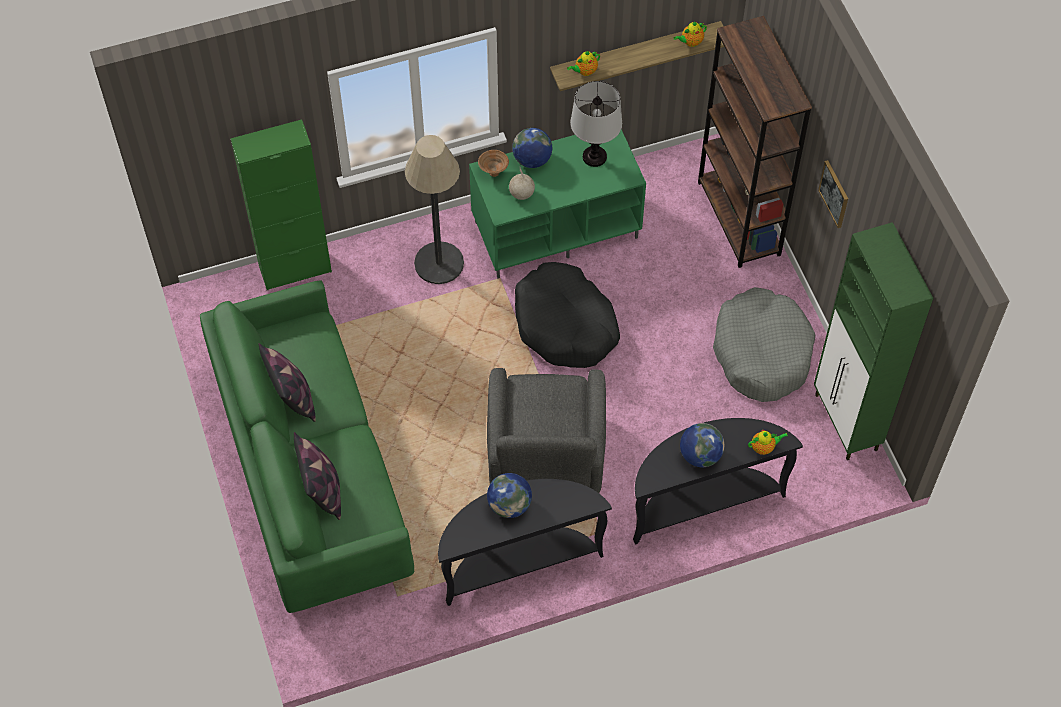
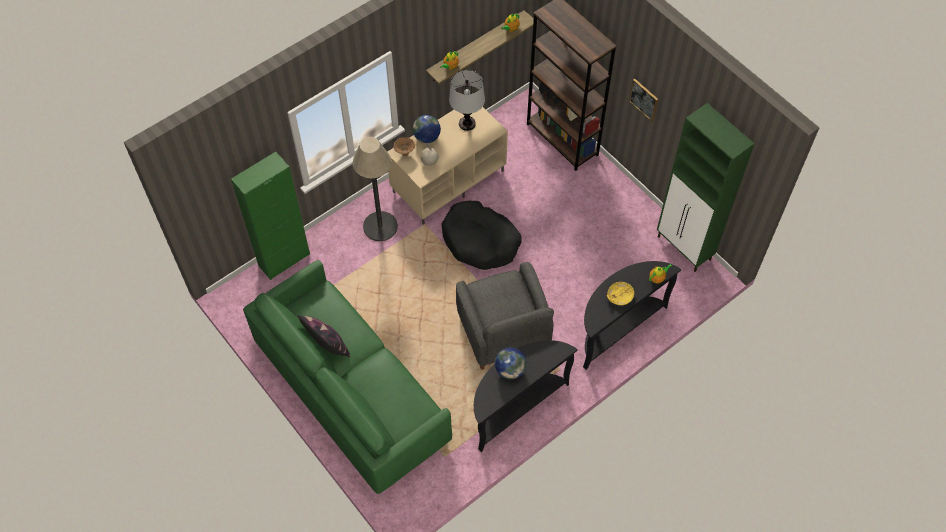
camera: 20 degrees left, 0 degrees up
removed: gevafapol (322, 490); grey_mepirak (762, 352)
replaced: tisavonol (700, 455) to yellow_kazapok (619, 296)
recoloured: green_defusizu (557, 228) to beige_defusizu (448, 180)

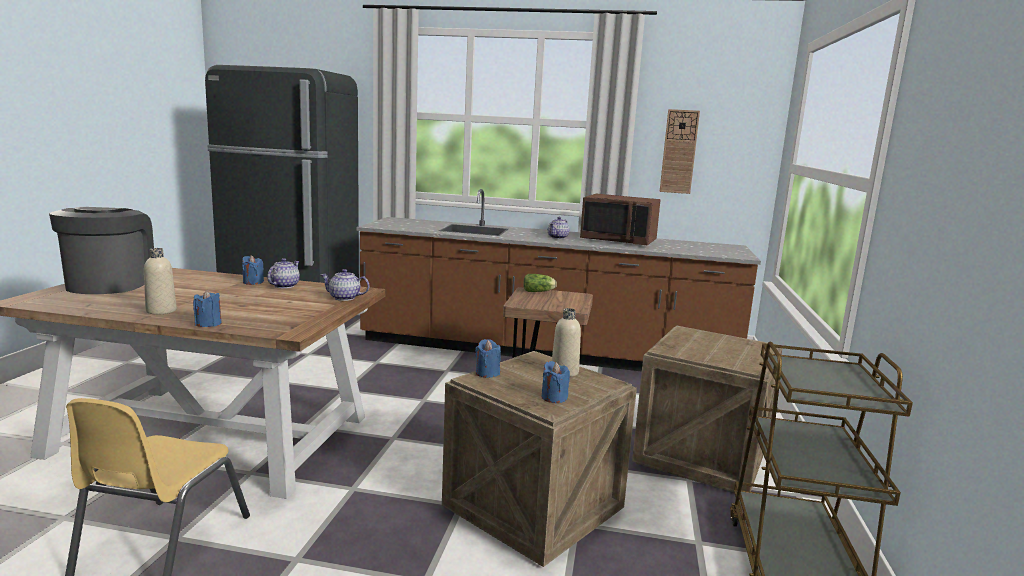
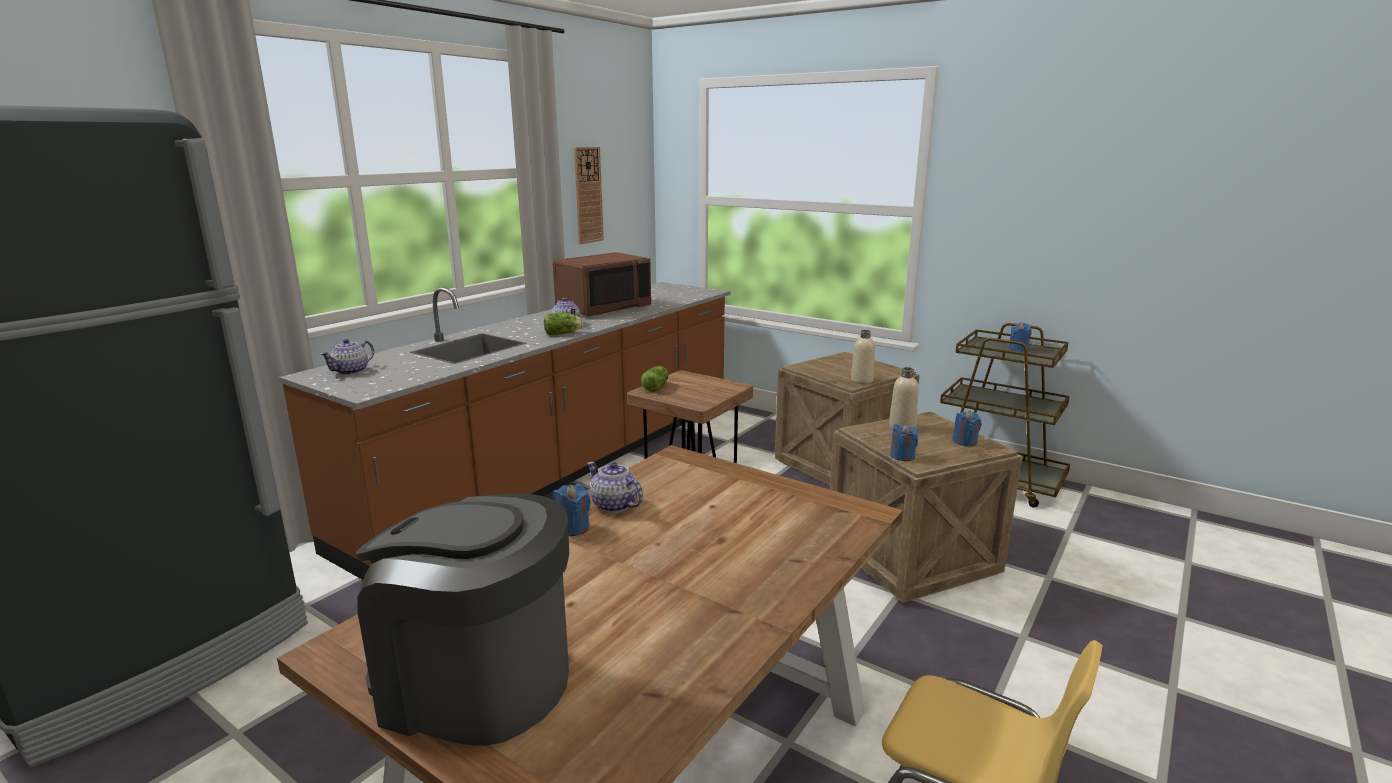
camera: 65 degrees left, 5 degrees up
added: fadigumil (564, 333)
moved: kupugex (345, 298) to (351, 371); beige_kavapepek (161, 311) to (861, 380); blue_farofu (208, 324) to (1018, 349)

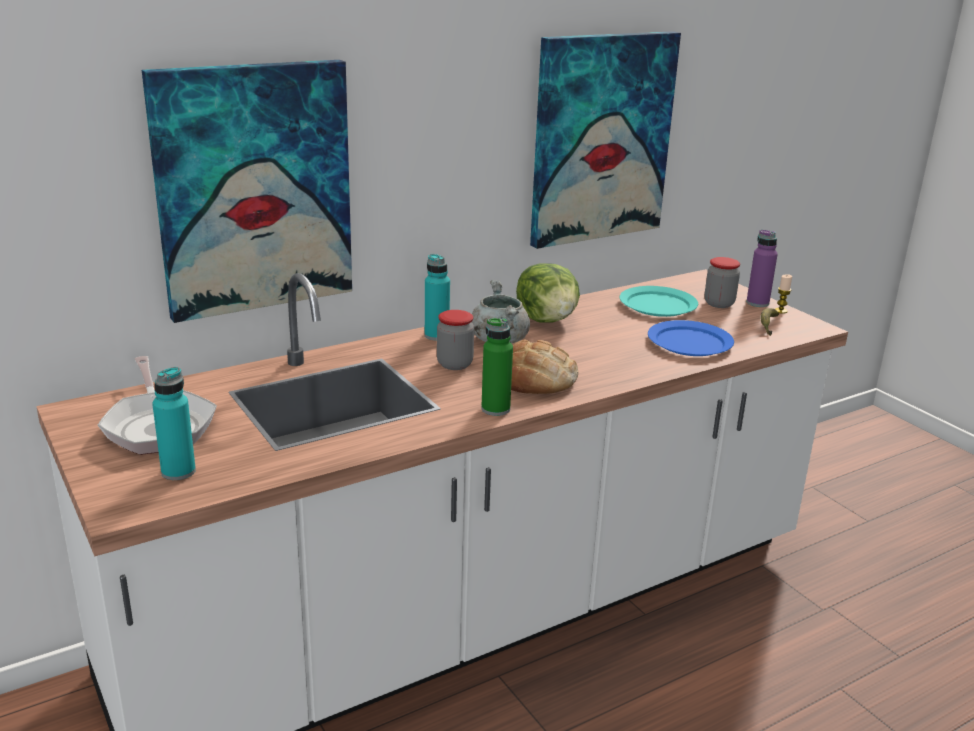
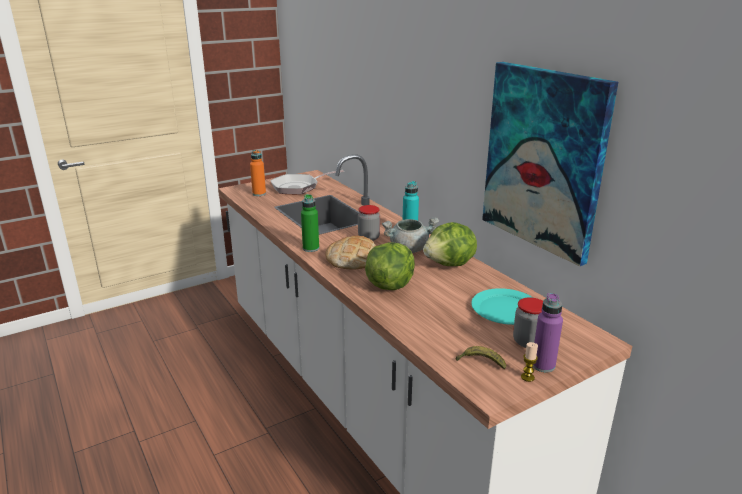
camera: 90 degrees right, 0 degrees up
removed: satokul (254, 189); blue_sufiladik (690, 342)
added: fadigumil (390, 285)
recoloured: turquoise_kavapepek (178, 471) to orange_kavapepek (259, 194)

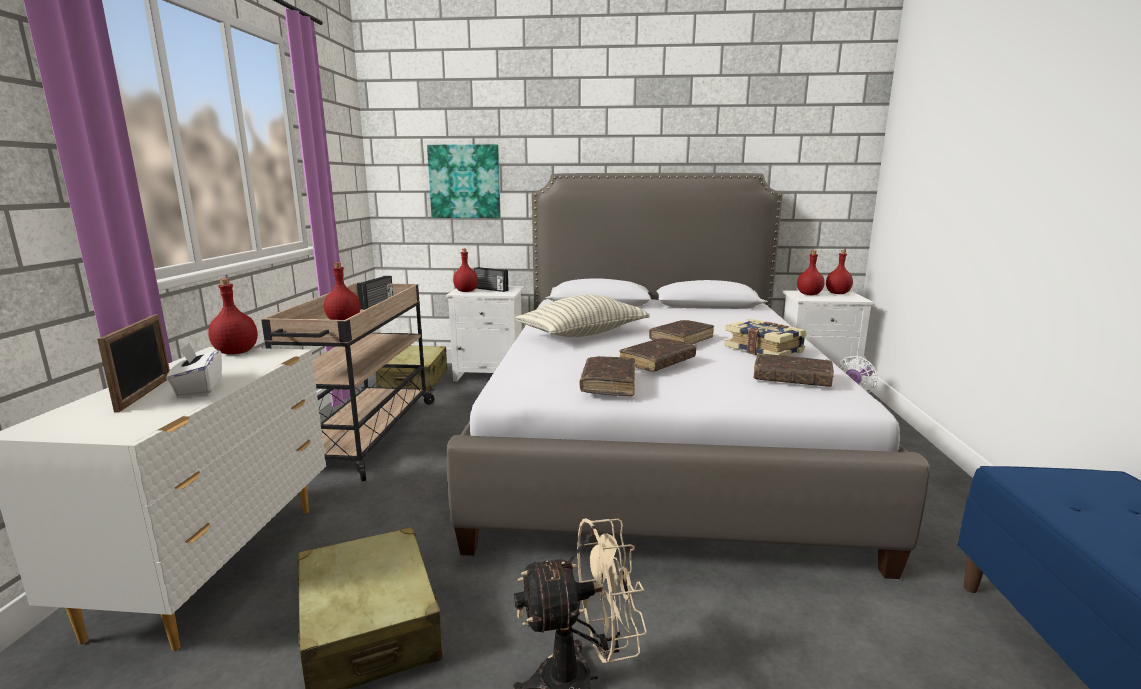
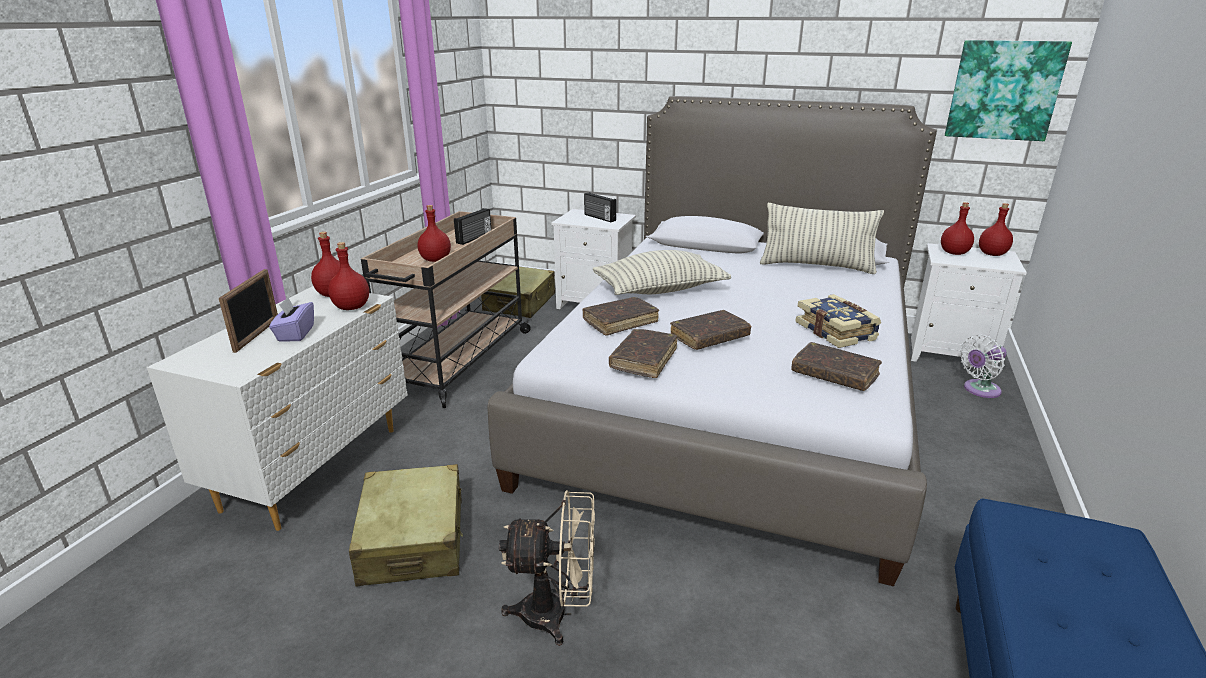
camera: 15 degrees right, 10 degrees up
added: gevafapol (816, 266)
moved: red_kavapepek (466, 291) to (352, 307); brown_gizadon (681, 340) to (620, 322); satokul (465, 181) to (1004, 90)
recoloured: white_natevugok (199, 388) to purple_natevugok (295, 334)

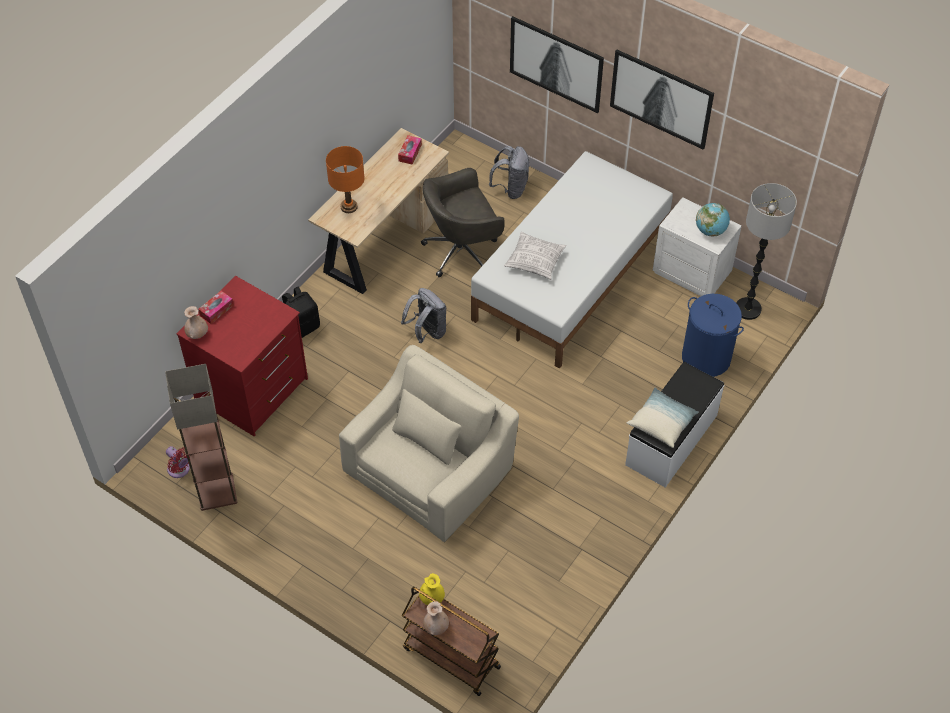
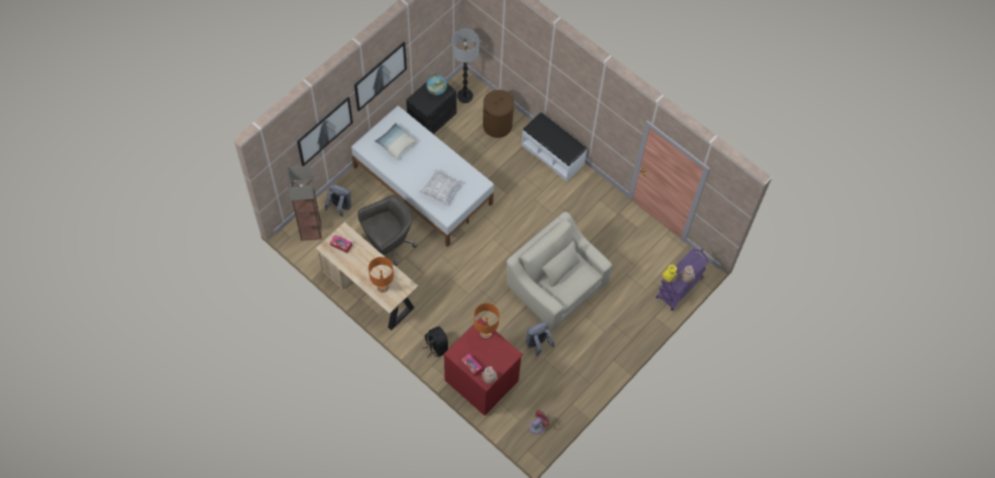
camera: 85 degrees left, 10 degrees up
added: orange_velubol (485, 333)
moved: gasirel (217, 491) to (310, 230); gevafapol (662, 423) to (395, 144); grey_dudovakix (427, 332) to (538, 344)
recoloured: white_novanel (692, 272) to black_novanel (431, 119); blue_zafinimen (706, 358) to brown_zafinimen (497, 125); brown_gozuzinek (450, 658) to purple_gozuzinek (679, 288)
turned: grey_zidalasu (462, 250) = (388, 244) 105 degrees counterclockwise

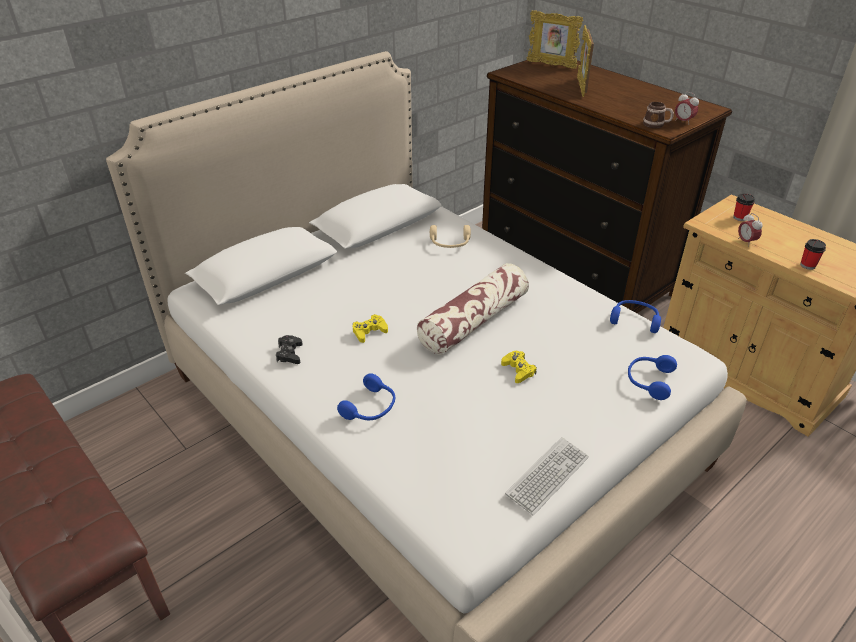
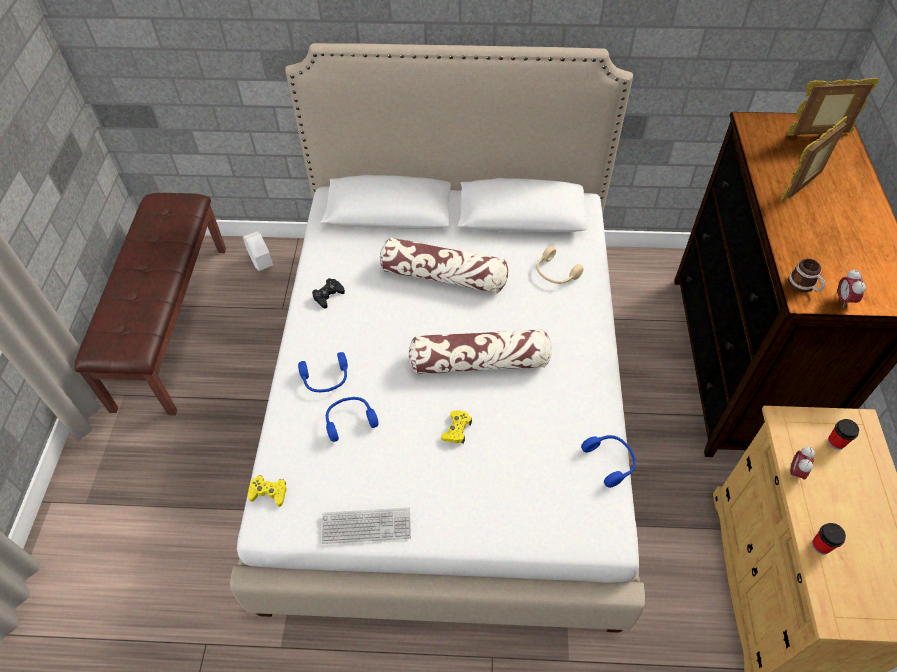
camera: 45 degrees right, 15 degrees up
added: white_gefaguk (262, 264); gevafapol (444, 276)
moved: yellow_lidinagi (369, 331) to (269, 493); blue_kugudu (648, 381) to (350, 420)
turned: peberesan (551, 65) = (818, 135) 105 degrees clockwise

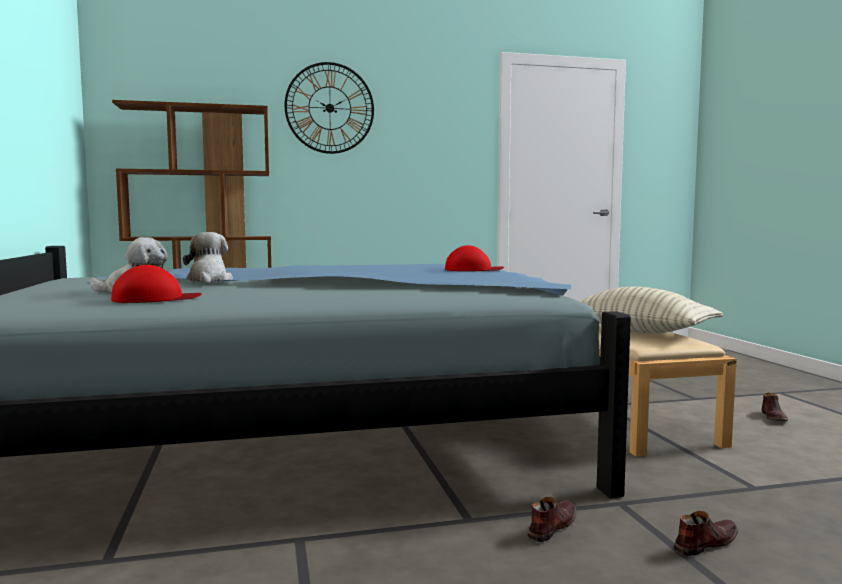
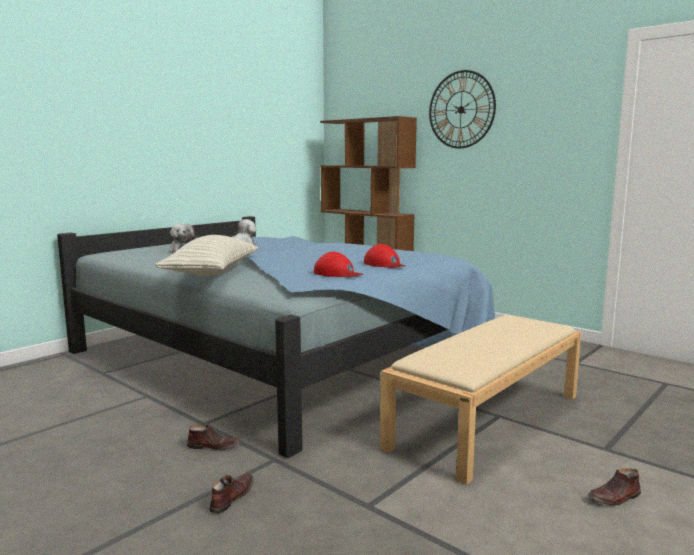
camera: 55 degrees right, 5 degrees up
moved: gevafapol (638, 331) to (212, 273); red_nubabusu (155, 299) to (337, 273)
turned: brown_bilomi (704, 544) = (231, 497) 90 degrees counterclockwise

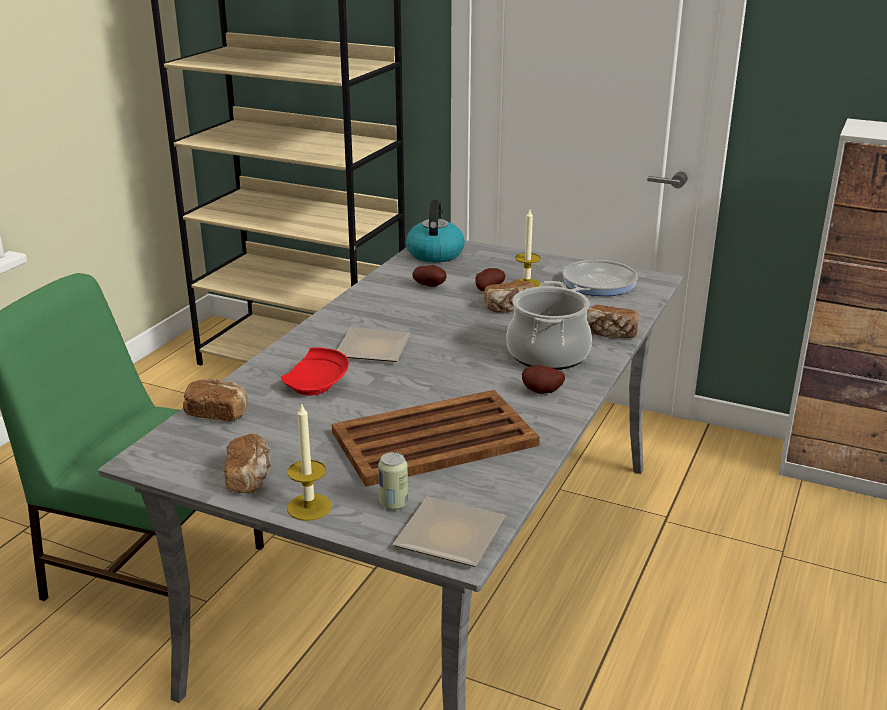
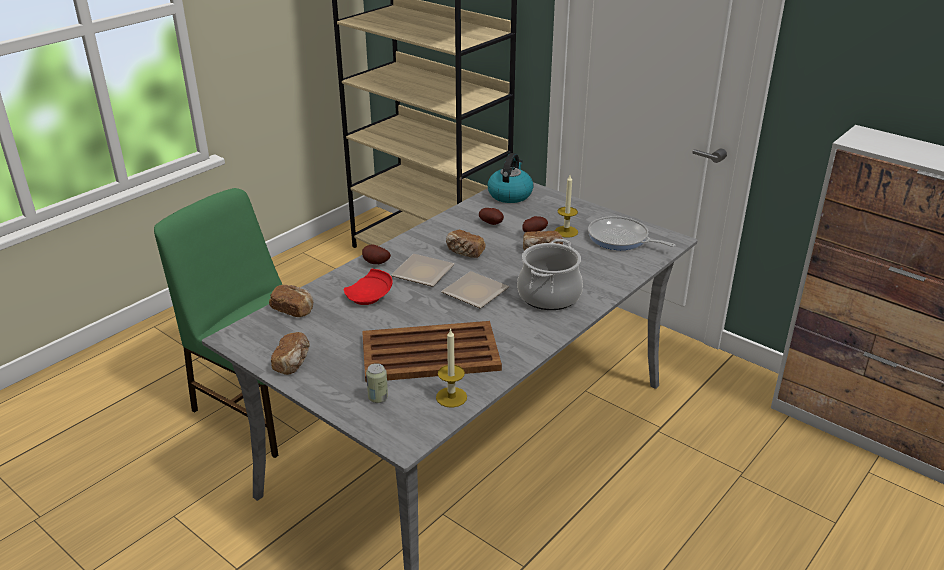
camera: 15 degrees right, 5 degrees up
moved: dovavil (542, 393) to (375, 263); farofu (309, 507) to (451, 397); sufiladik (452, 539) to (475, 294); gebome (610, 334) to (464, 252)
turned: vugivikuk (596, 285) = (621, 239) 105 degrees counterclockwise

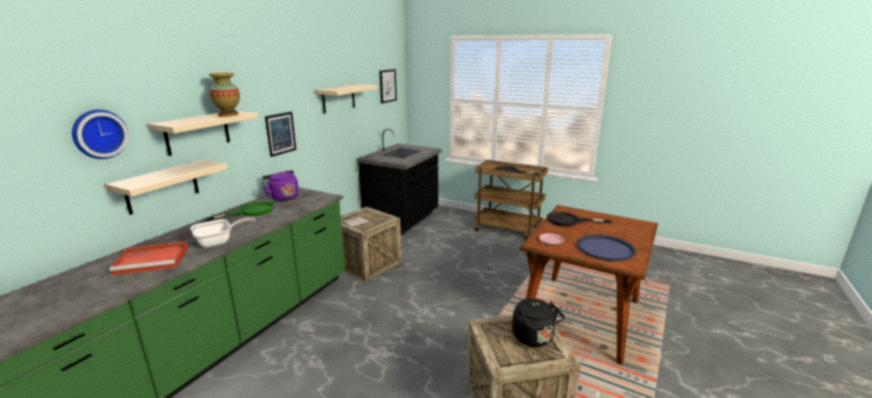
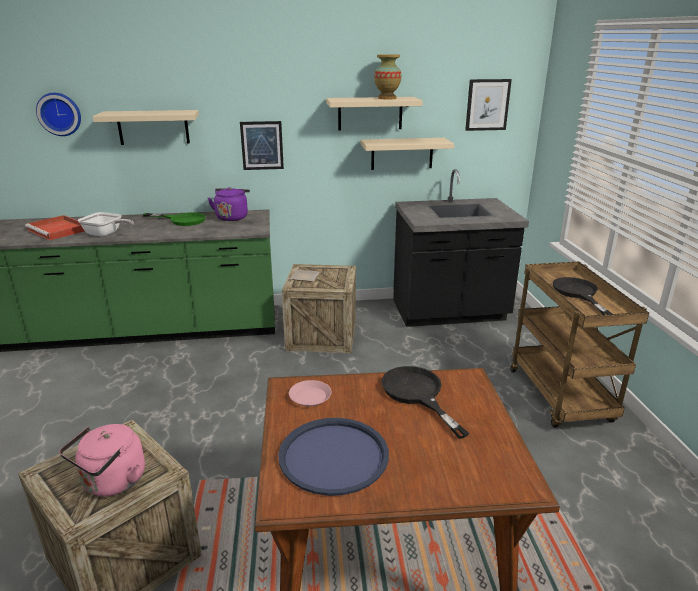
camera: 55 degrees right, 5 degrees up
moved: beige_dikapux (162, 186) to (402, 153); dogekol (228, 115) to (387, 98)
recoloured: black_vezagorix (534, 338) to pink_vezagorix (112, 483)

